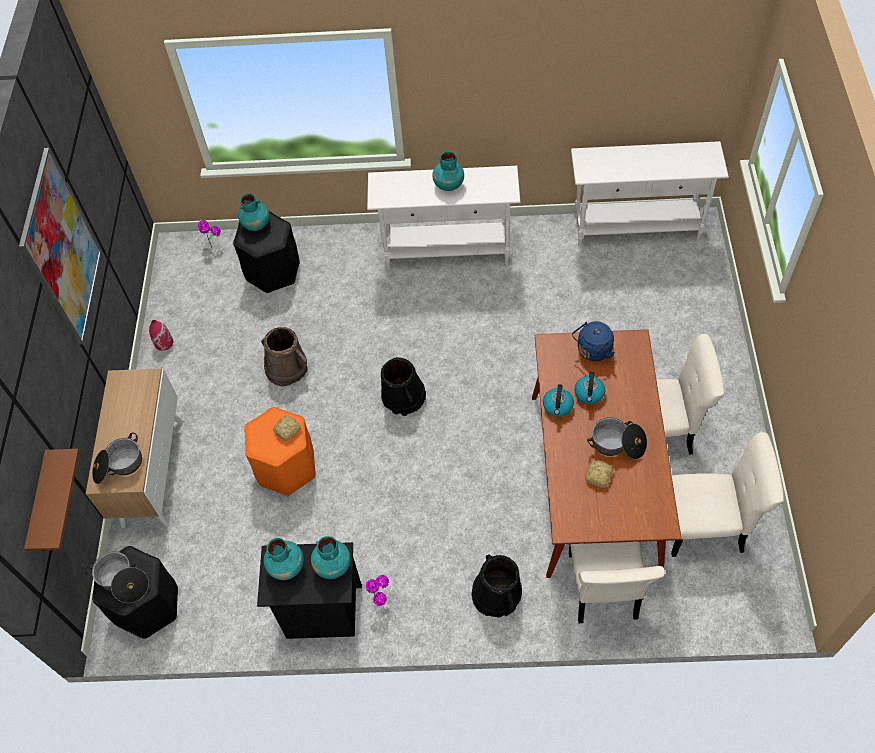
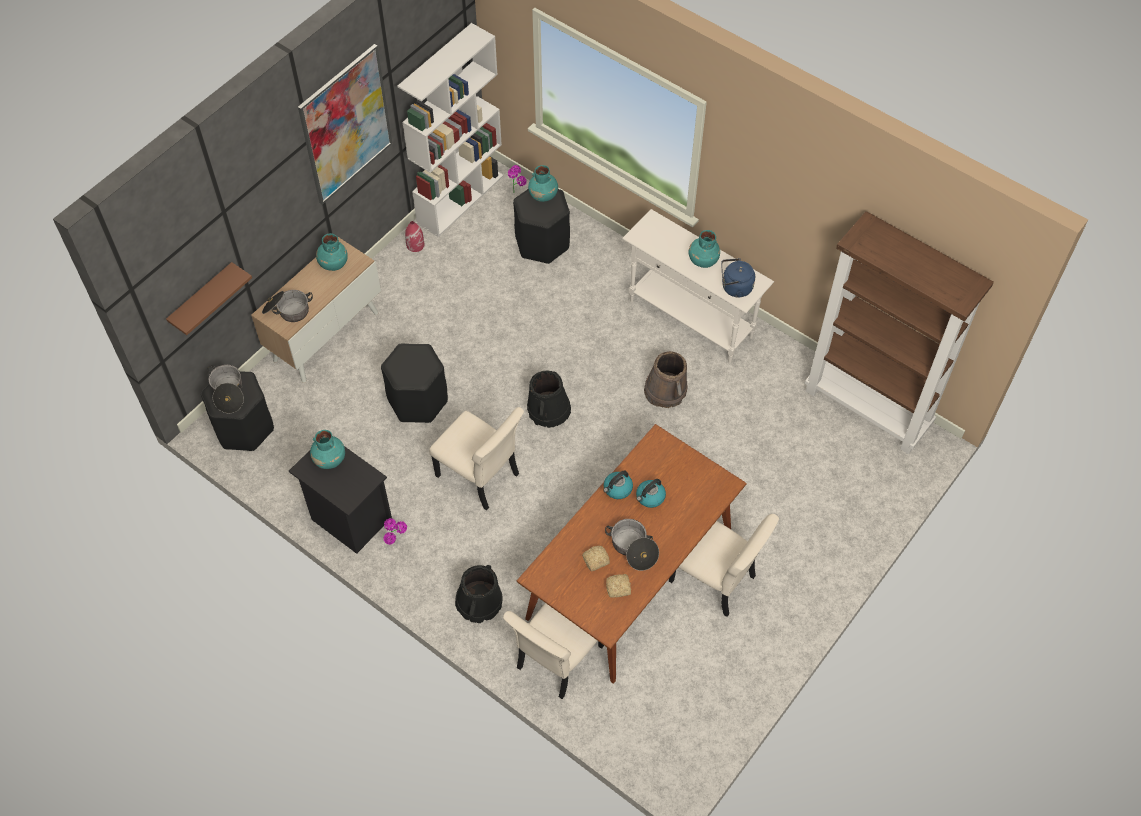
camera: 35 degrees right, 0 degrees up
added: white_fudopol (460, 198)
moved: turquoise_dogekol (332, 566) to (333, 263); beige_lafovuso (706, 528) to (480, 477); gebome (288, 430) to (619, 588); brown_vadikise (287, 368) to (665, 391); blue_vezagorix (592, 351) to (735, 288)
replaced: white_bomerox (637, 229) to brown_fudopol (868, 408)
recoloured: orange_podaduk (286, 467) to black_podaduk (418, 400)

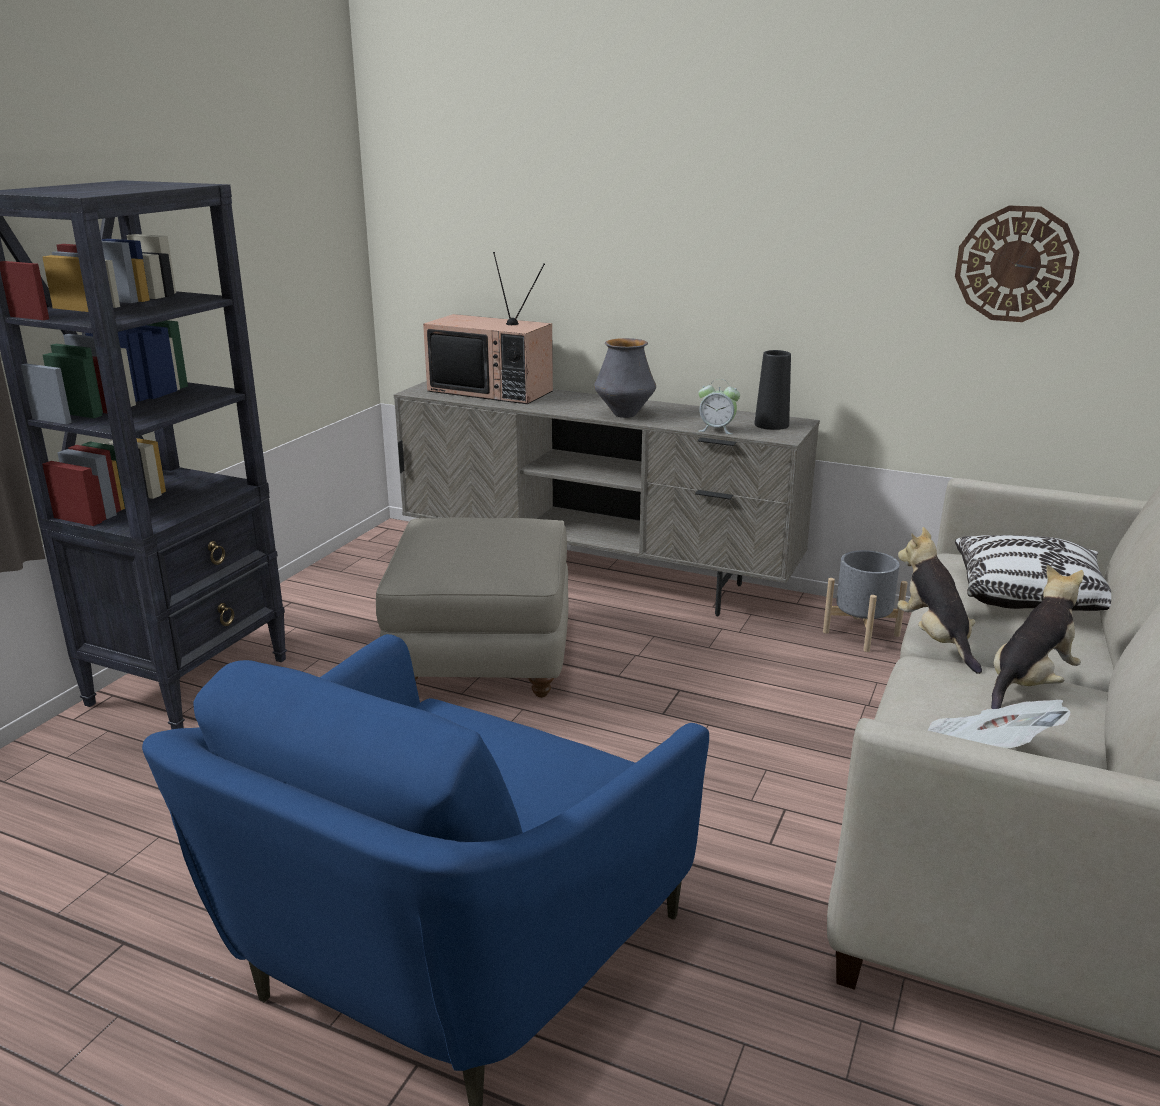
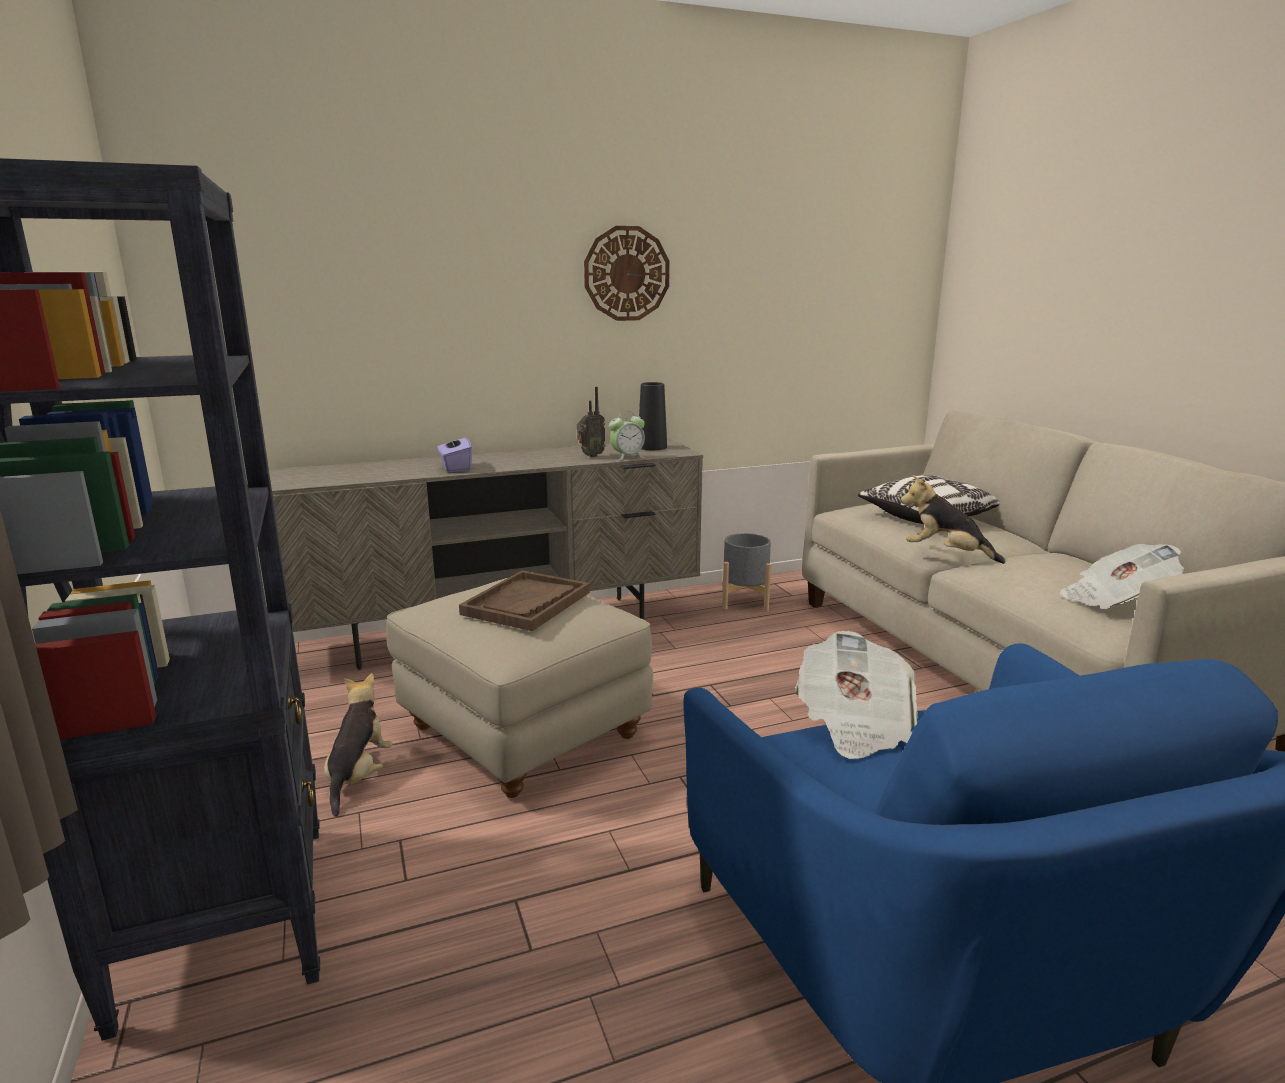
camera: 45 degrees left, 5 degrees down
removed: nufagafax (493, 391); dogekol (624, 415)
added: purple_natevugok (455, 468); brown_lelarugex (526, 603); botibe (590, 456); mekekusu (854, 724)
moved: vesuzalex (1029, 683) to (359, 776); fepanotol (1015, 264) to (626, 274)

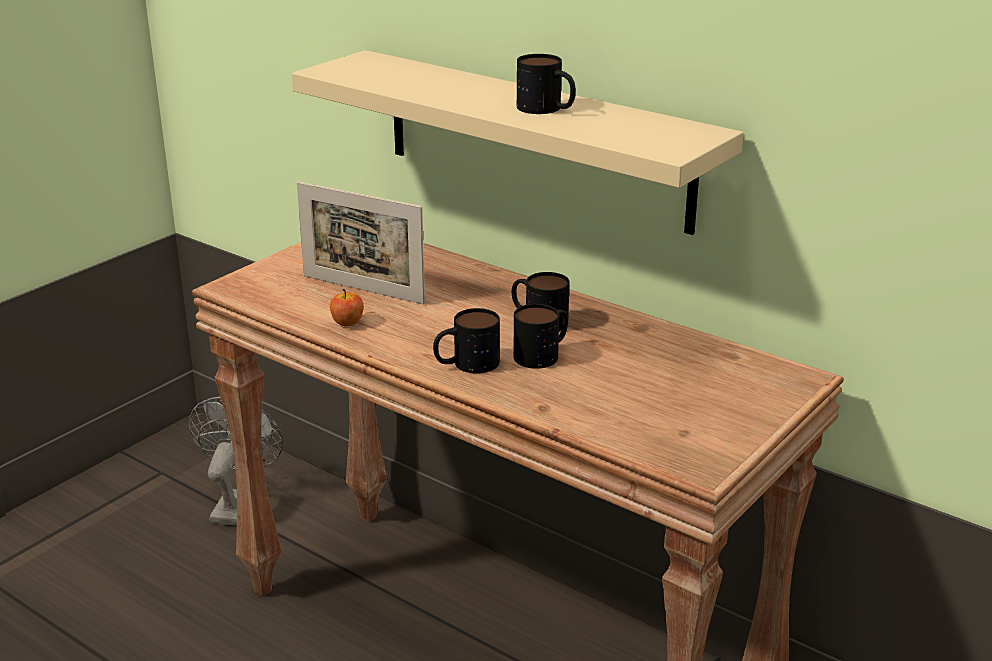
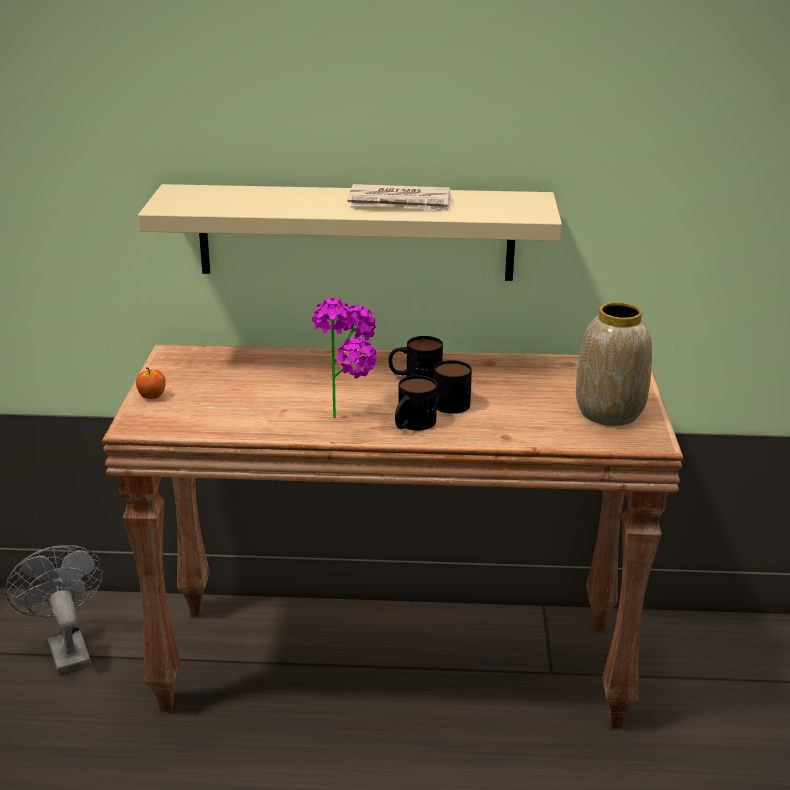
camera: 35 degrees left, 0 degrees up
removed: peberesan (363, 289)
added: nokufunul (350, 416); dogekol (608, 412)
moved: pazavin (347, 323) to (152, 396)
replaced: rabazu (547, 109) to mekekusu (401, 203)

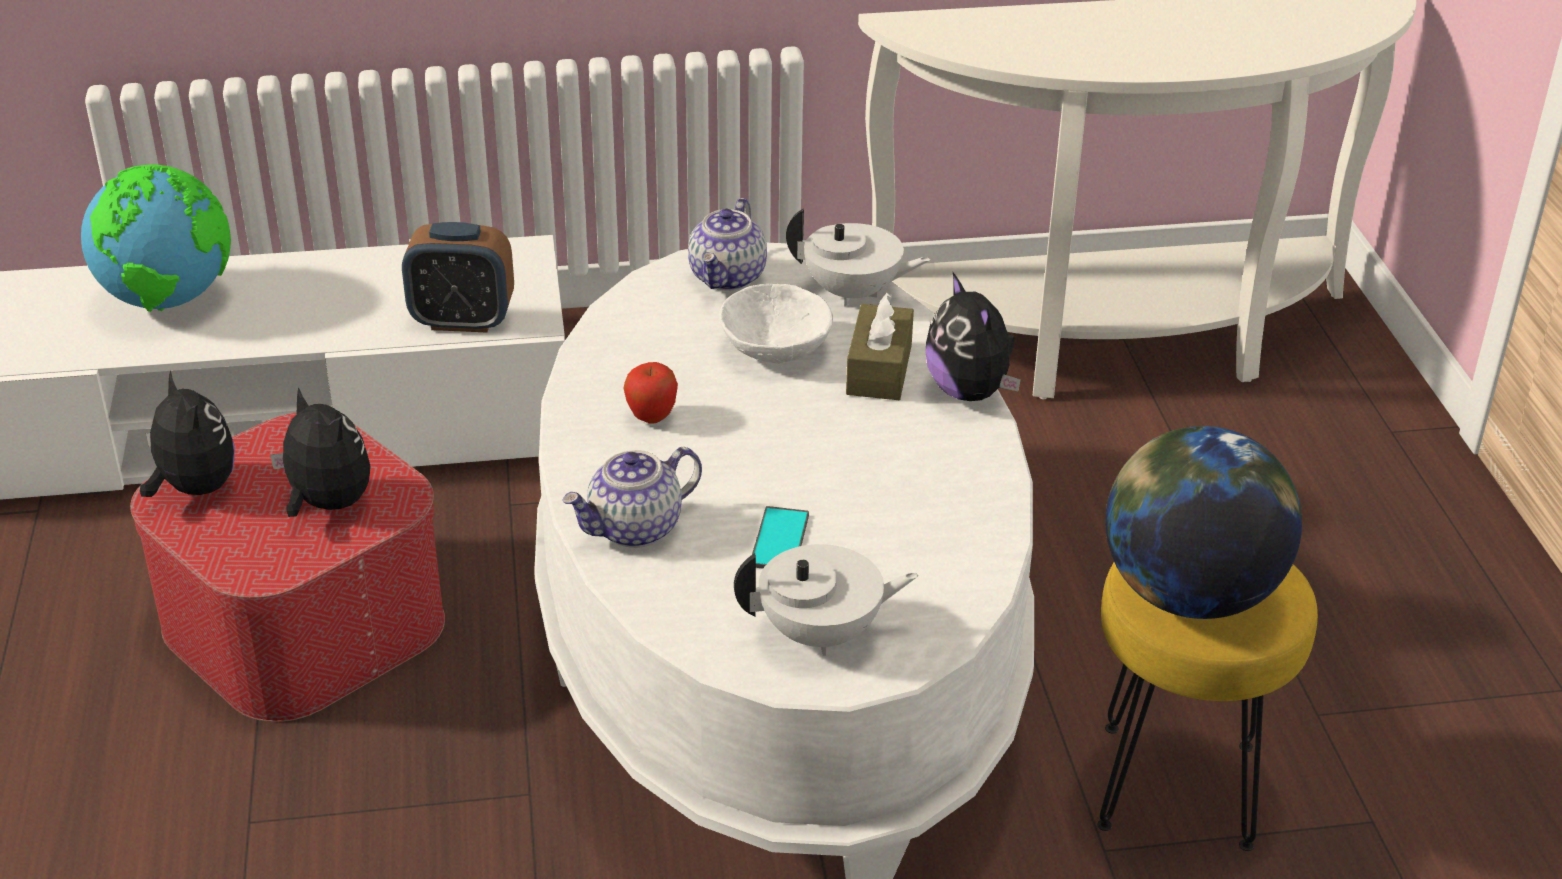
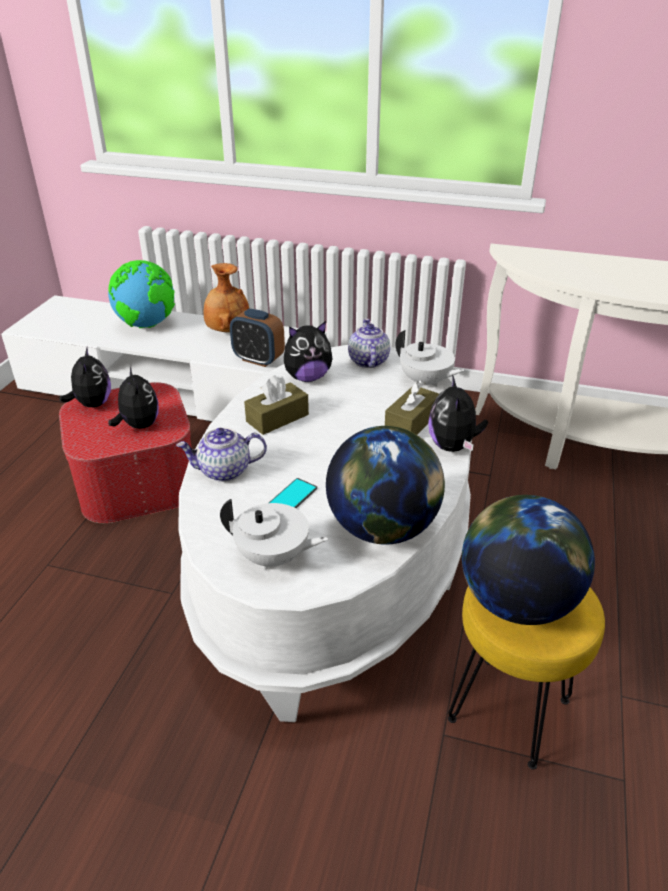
camera: 25 degrees right, 0 degrees up
removed: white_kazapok (774, 348)
added: brown_dogekol (227, 331); vesuzalex (307, 377); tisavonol (383, 528)
replaced: pazavin (651, 418) to brown_natevugok (277, 418)
turned: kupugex (728, 278) = (367, 361) 135 degrees clockwise

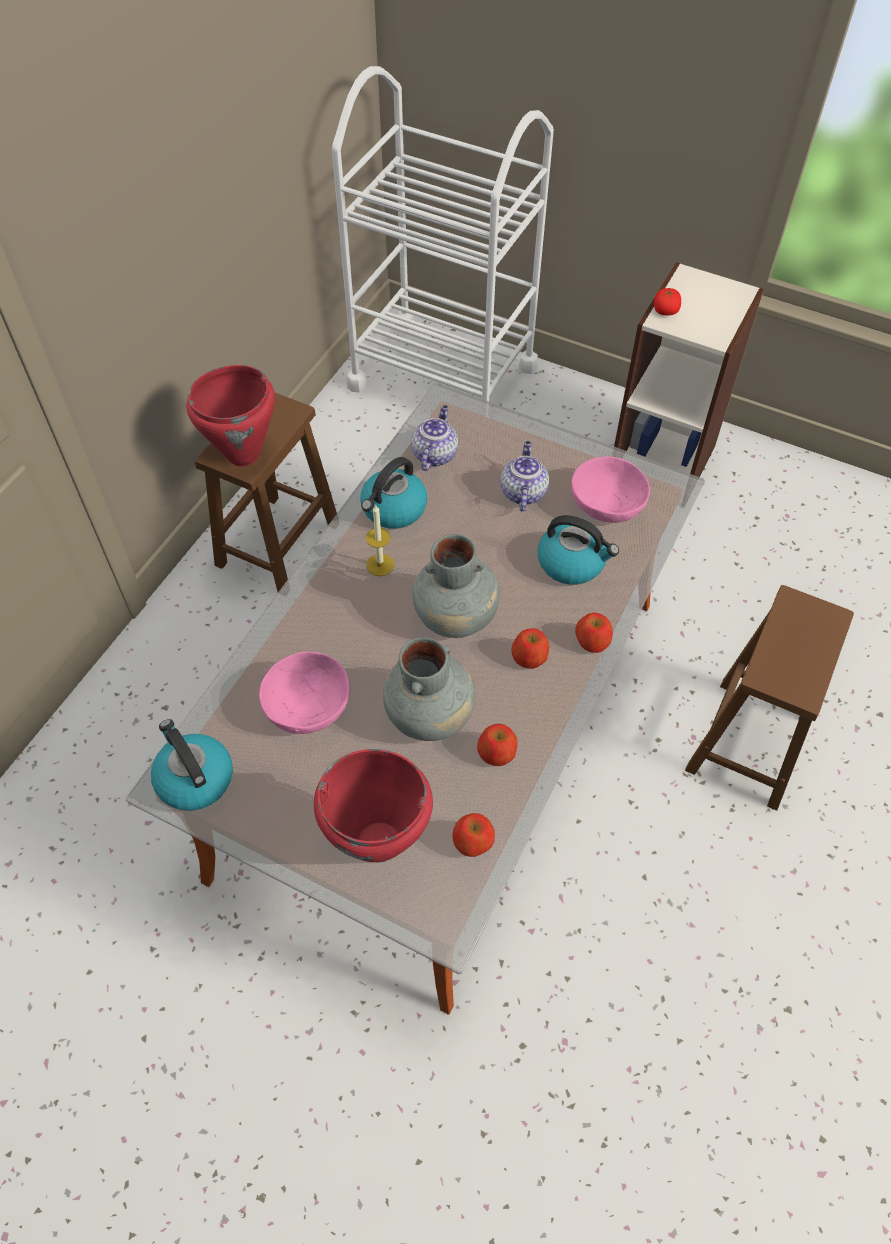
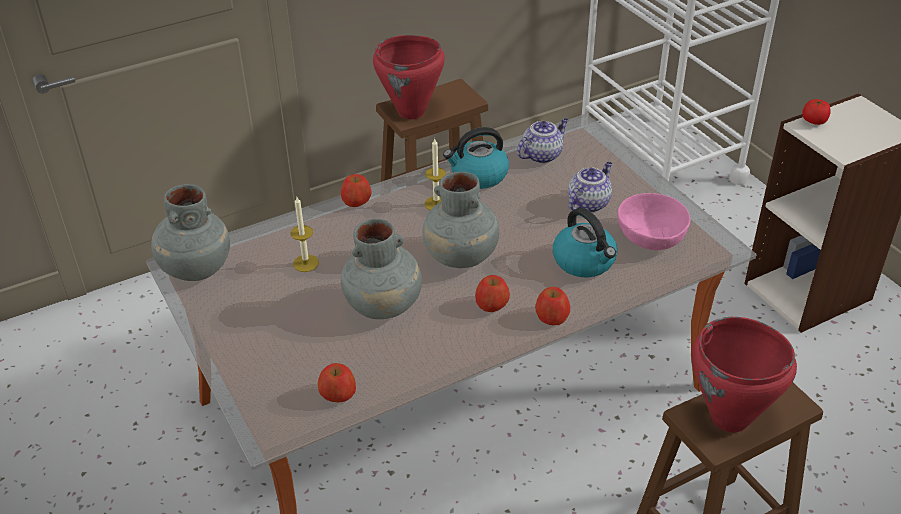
camera: 35 degrees right, 15 degrees down
moved: pazavin (496, 752) to (356, 201); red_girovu (379, 843) to (730, 419)
replaced: vezagorix (194, 778) to grey_dogekol (195, 268); pink_kazapok (309, 707) to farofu (306, 263)

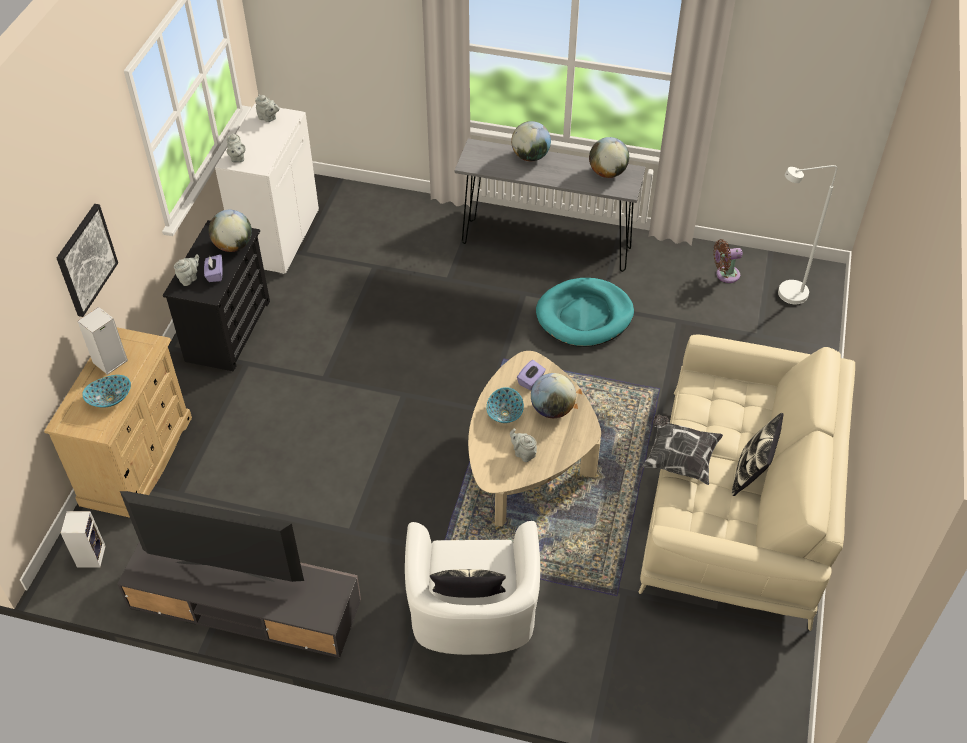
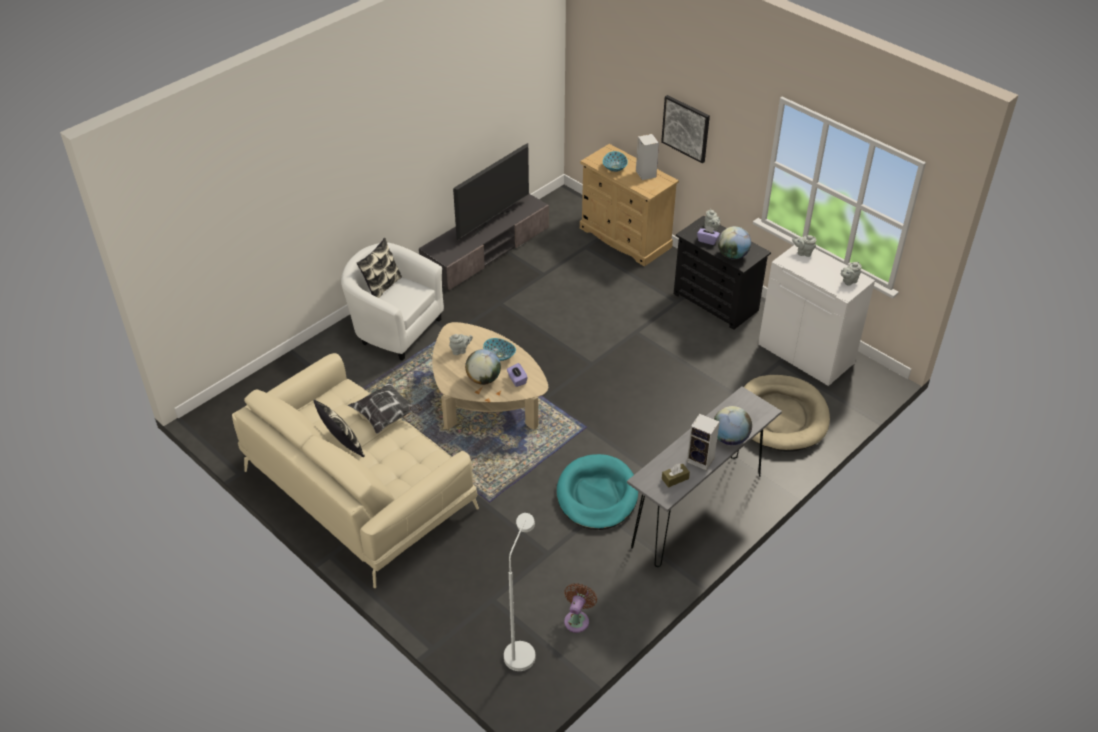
camera: 120 degrees right, 5 degrees down
added: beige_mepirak (781, 416)
moved: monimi (91, 555) to (701, 459)
replaced: tisavonol (607, 173) to brown_natevugok (675, 478)

